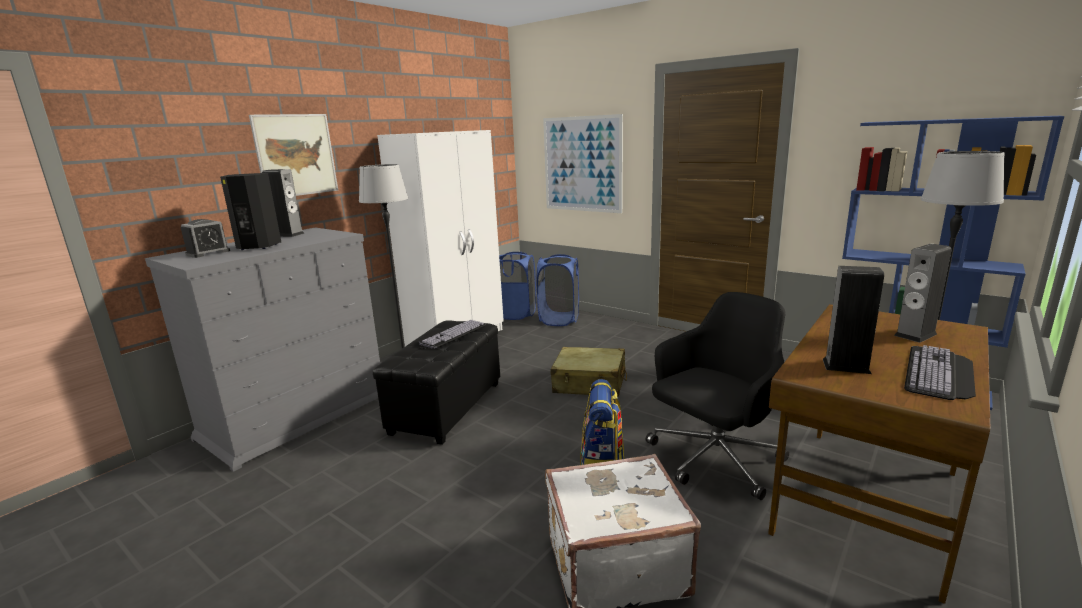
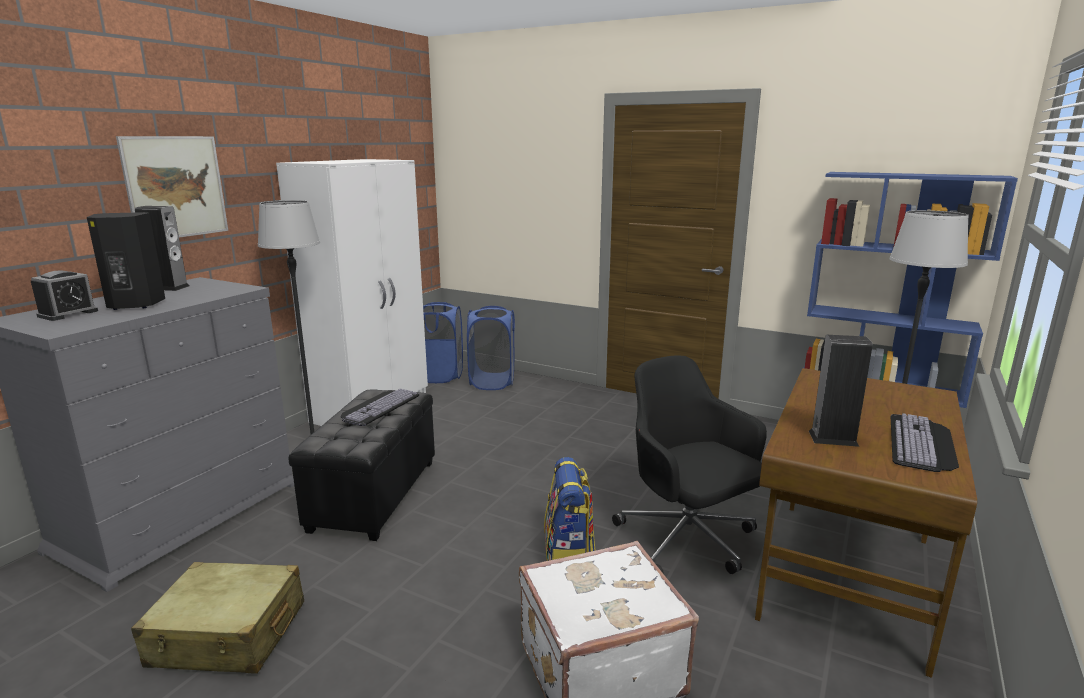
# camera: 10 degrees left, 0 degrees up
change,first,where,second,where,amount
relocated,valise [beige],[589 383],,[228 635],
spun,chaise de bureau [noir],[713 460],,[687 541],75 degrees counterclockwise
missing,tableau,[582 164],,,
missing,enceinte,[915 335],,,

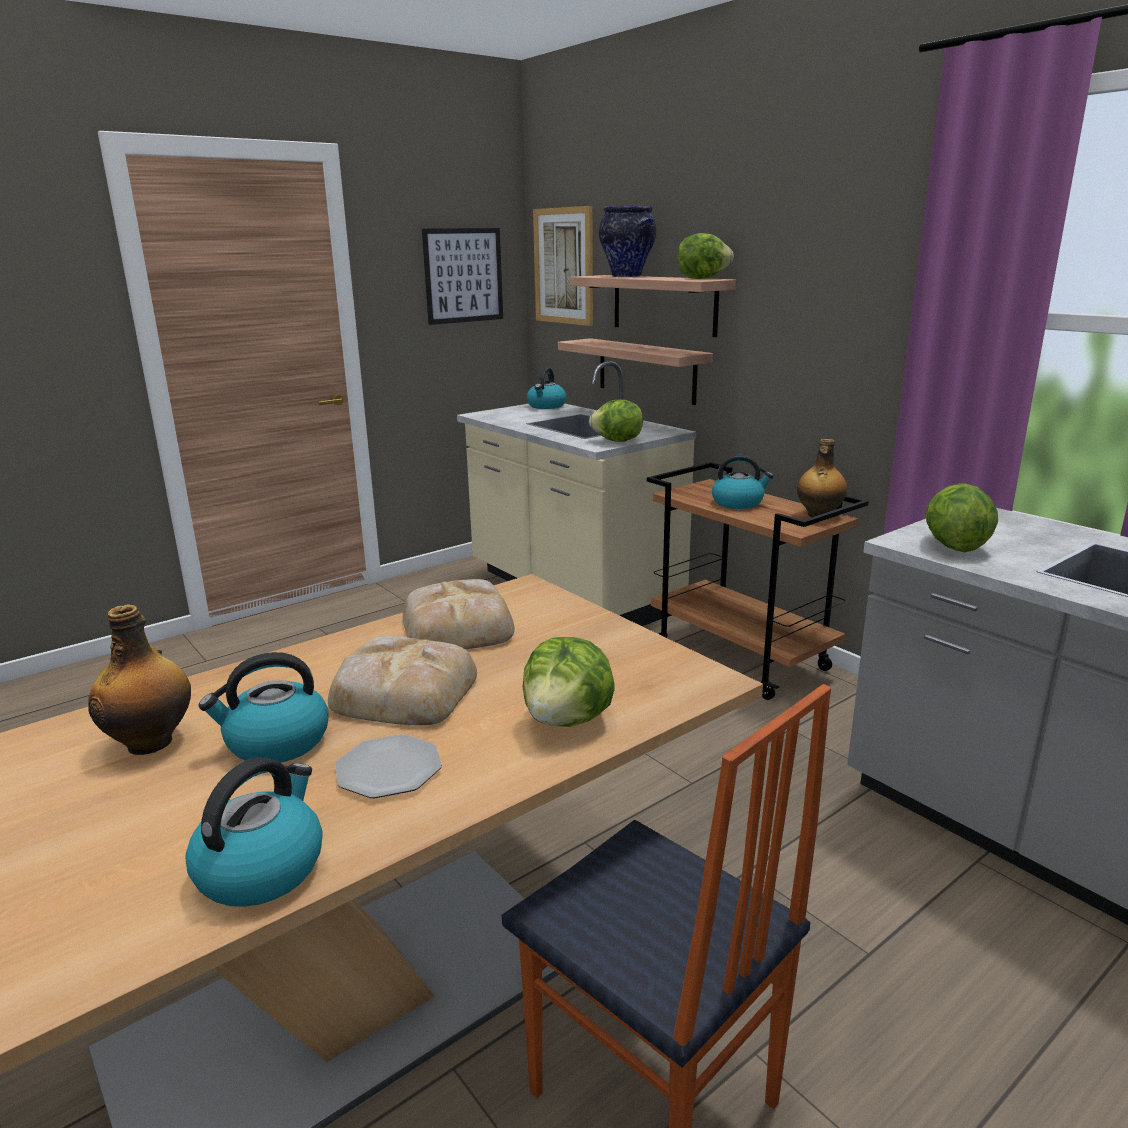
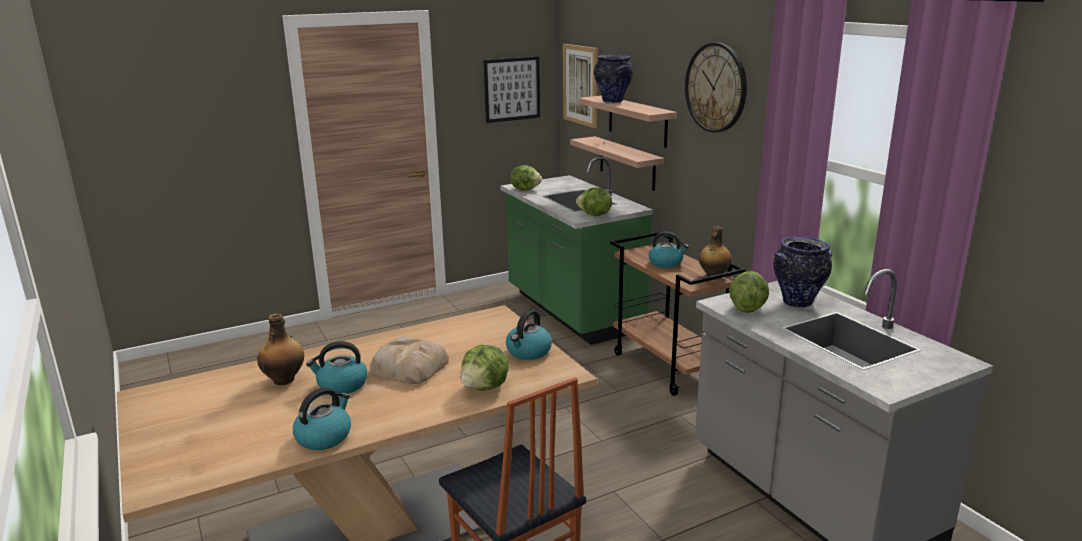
# camera: 10 degrees right, 0 degrees up
change,first,where,second,where,amount
colour,comptoir de cuisine [beige],[572 592],comptoir de cuisine [vert],[572 311],
relocated,bouilloire,[546 406],,[528 352],
relocated,laitue,[702 279],,[525 189],
appeared,,,horloge murale,[716 87],
appeared,,,vase,[798 302],
missing,assiette,[390 769],,,
missing,pain,[459 626],,,

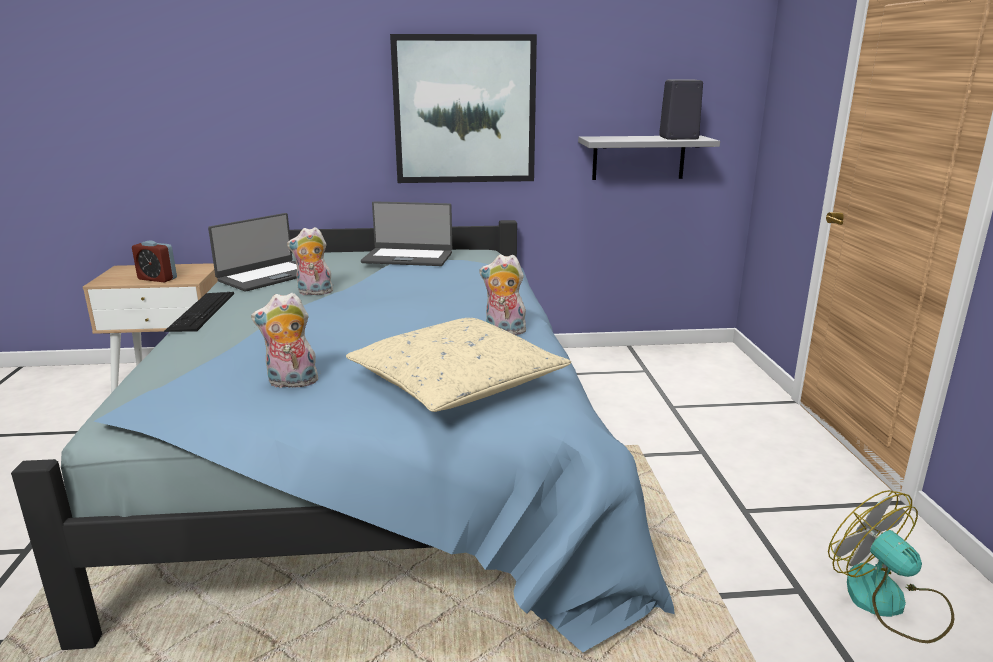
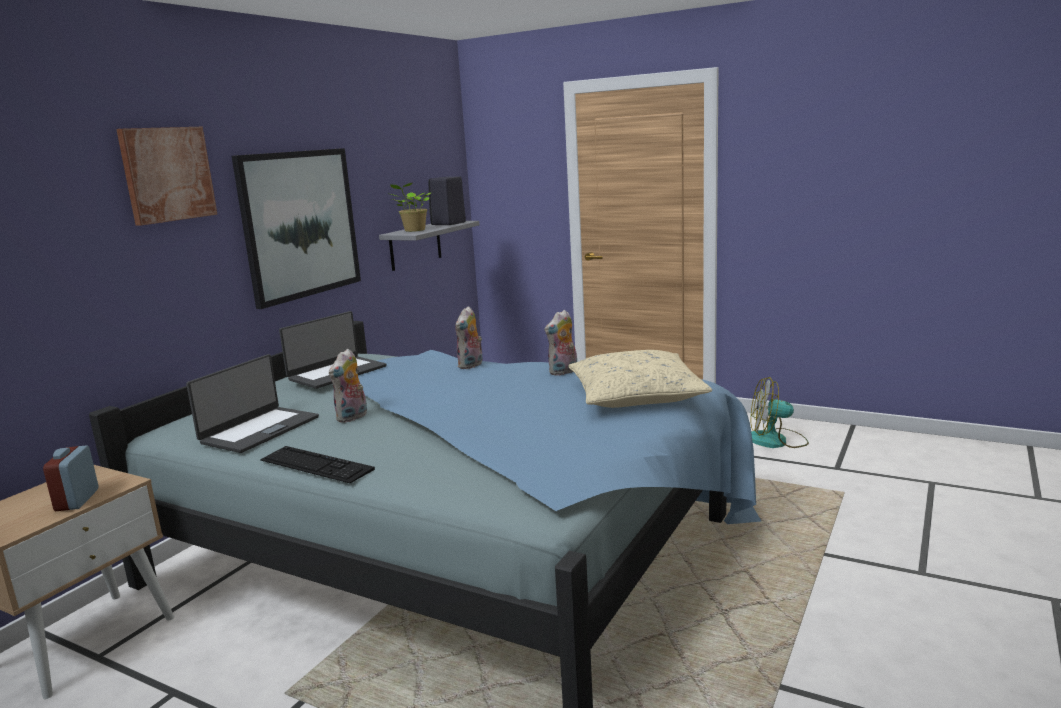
# camera: 55 degrees left, 5 degrees down
change,first,where,second,where,amount
spun,réveil,[157 279],,[77 500],120 degrees clockwise
appeared,,,tableau,[167 174],
spun,ordinateur portable,[268 276],,[259 430],45 degrees clockwise
appeared,,,plante en pot,[413 230],
relocated,peluche,[291 383],,[471 365],

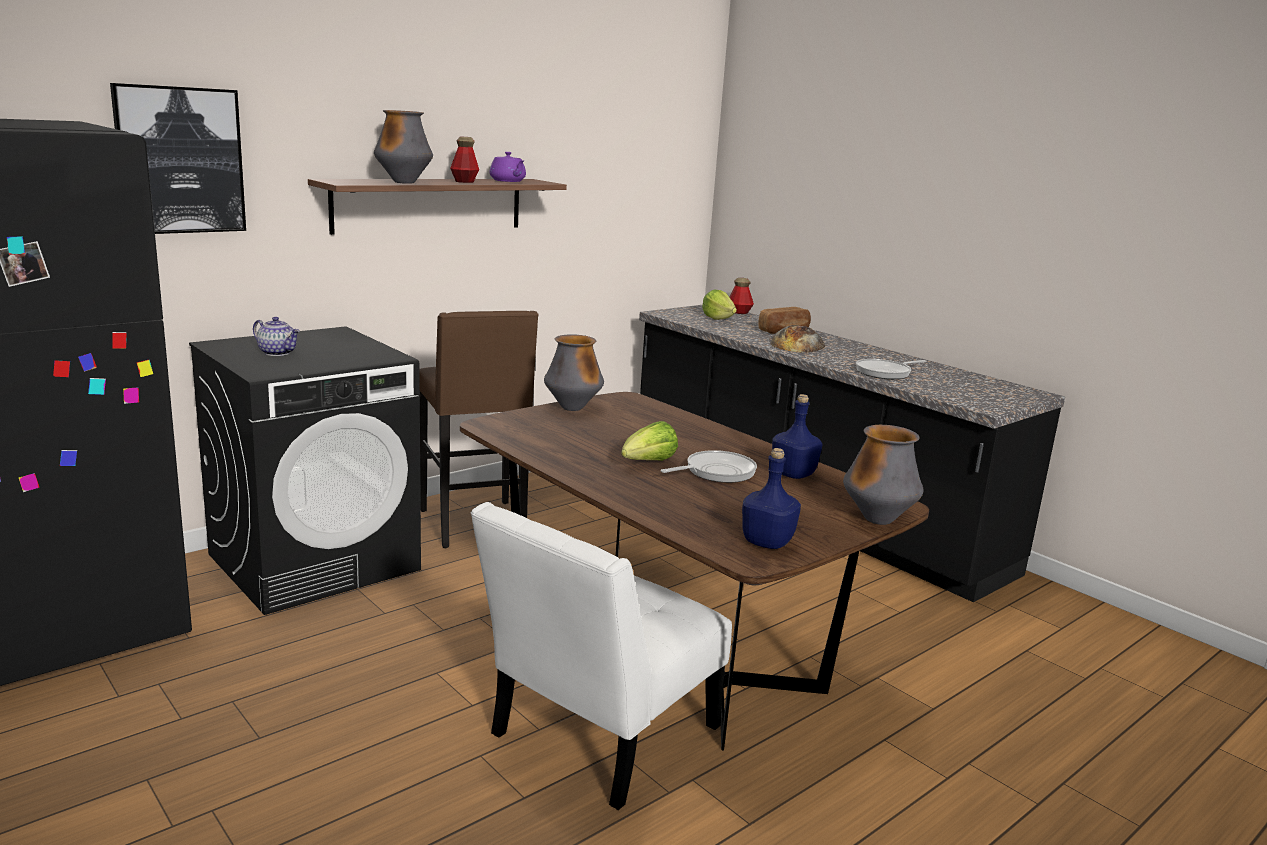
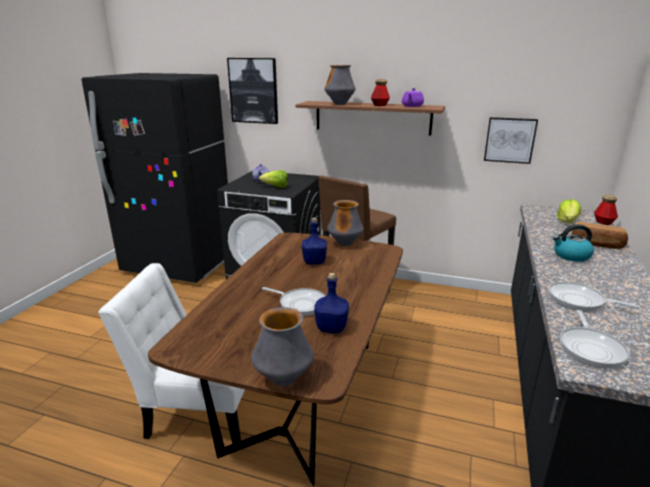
# camera: 60 degrees right, 5 degrees up
change,first,where,second,where,amount
relocated,laitue,[648 463],,[276 187],
relocated,bouteille [bleu],[768 542],,[314 262],
appeared,,,tableau,[509 140],
exchanged,pain,[797 344],bouilloire,[571 256],
appeared,,,poêle,[590 348],

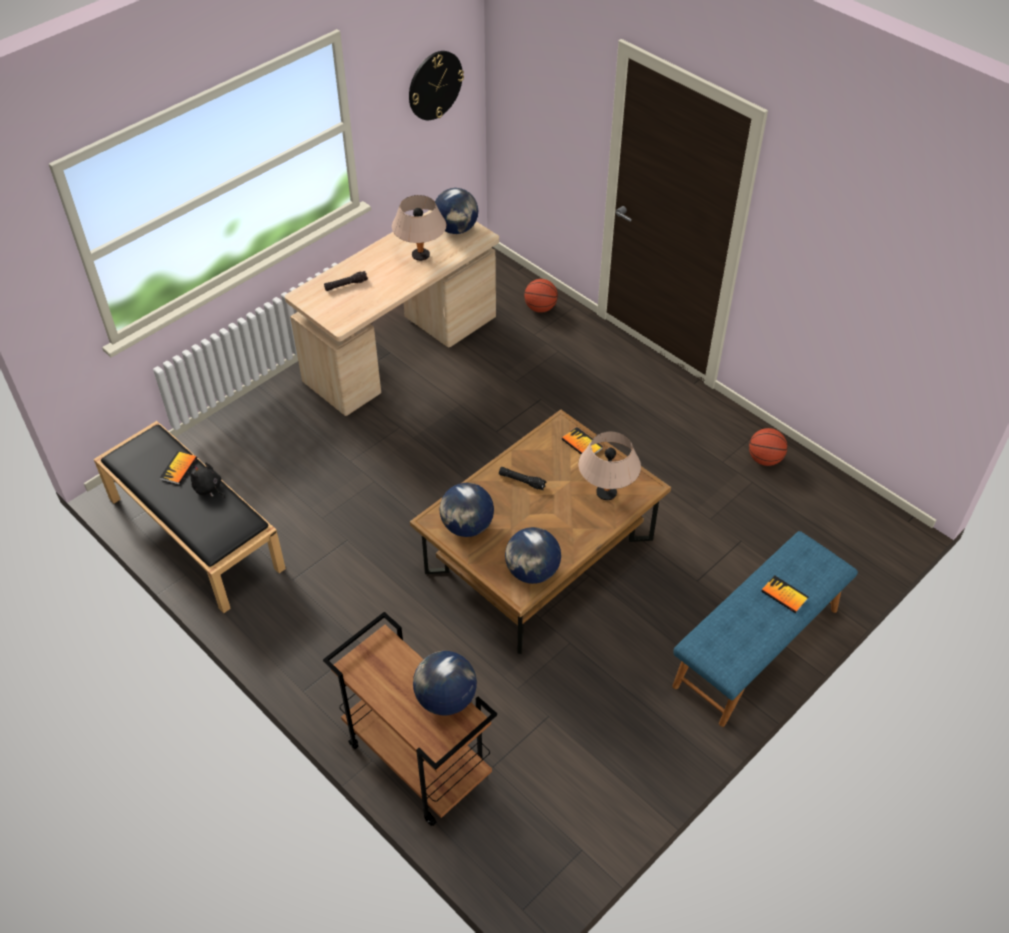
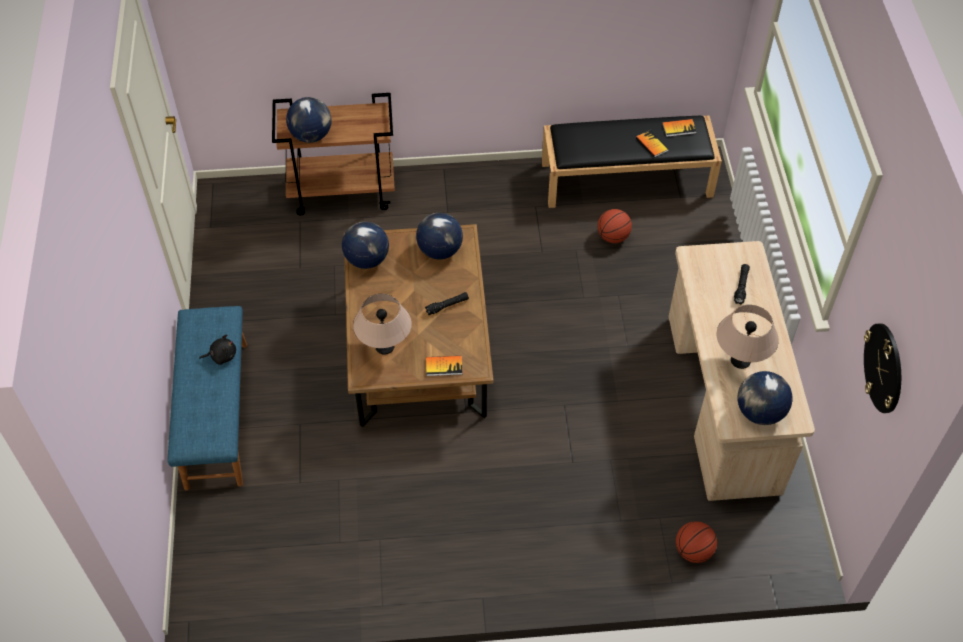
# camera: 130 degrees right, 5 degrees up
change,first,where,second,where,amount
relocated,peluche [noir],[209 489],,[222 356],
relocated,ballon de basket,[764 459],,[613 237],
relocated,livre,[784 595],,[679 128],

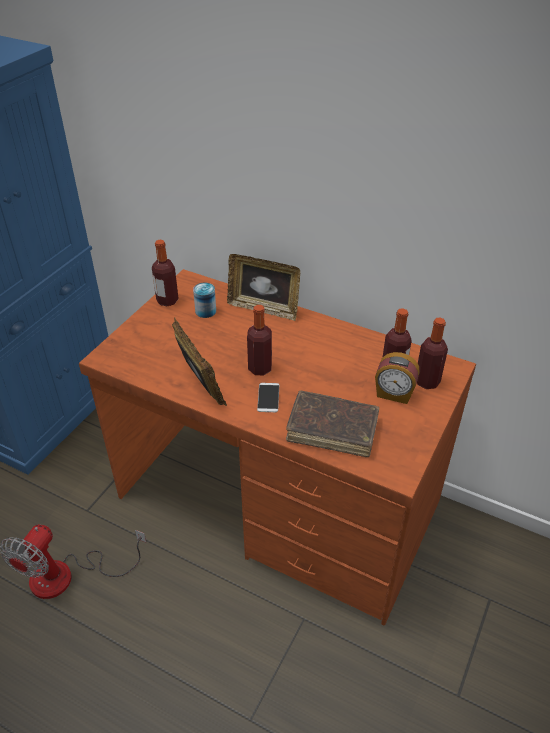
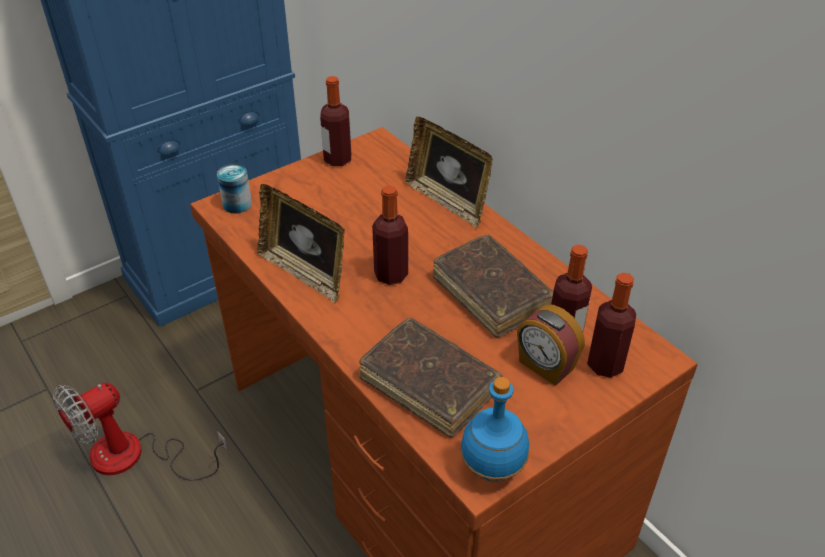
# camera: 25 degrees right, 0 degrees up
change,first,where,second,where,amount
relocated,boîte métallique,[205 311],,[237 204],
spun,cadre photo,[200 385],,[304 273],135 degrees clockwise
appeared,,,livre [marron],[491 293],
appeared,,,bouteille [bleu],[491 469],
missing,téléphone,[268 398],,,

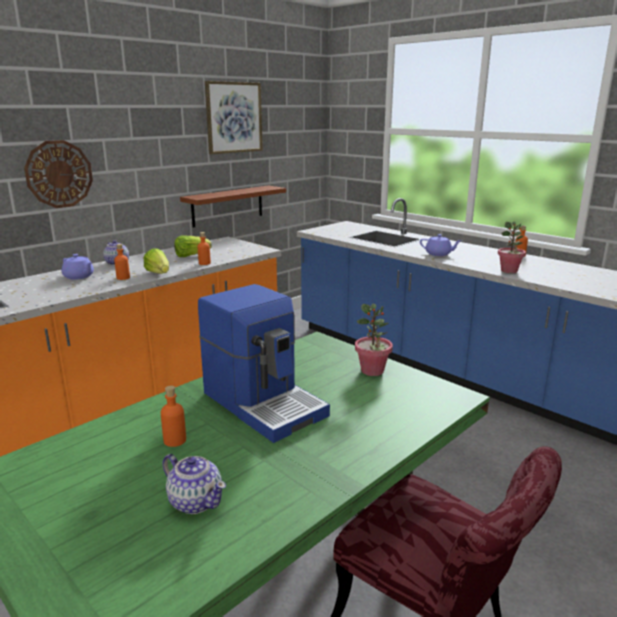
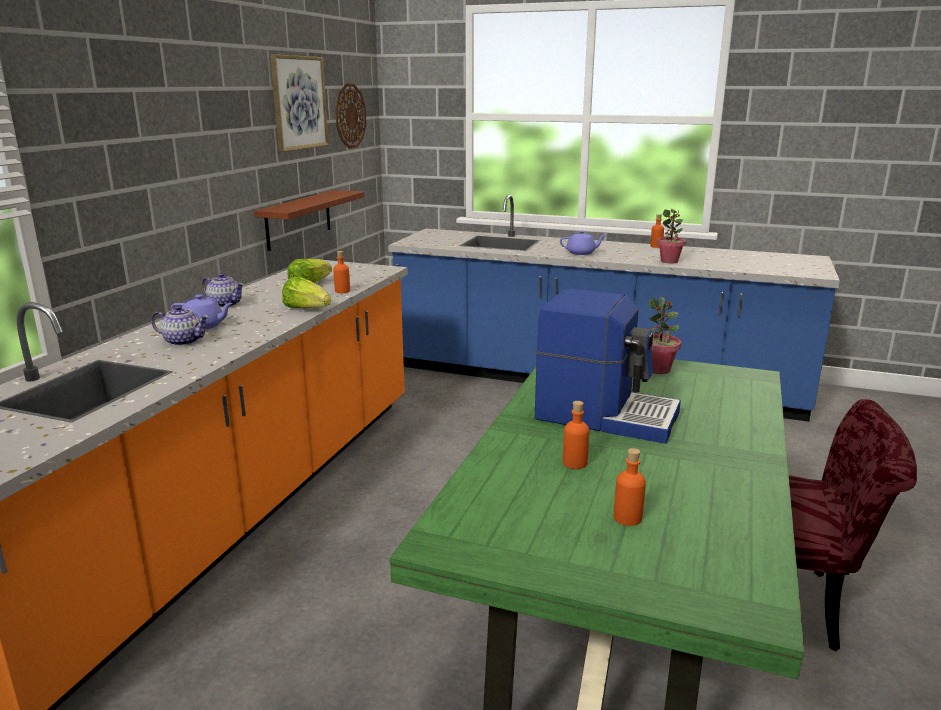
# camera: 25 degrees left, 0 degrees up
change,first,where,second,where,amount
relocated,théière,[195 501],,[183 341],
relocated,horloge murale,[59 174],,[350 116],
relocated,bouteille [orange],[123 278],,[627 518],

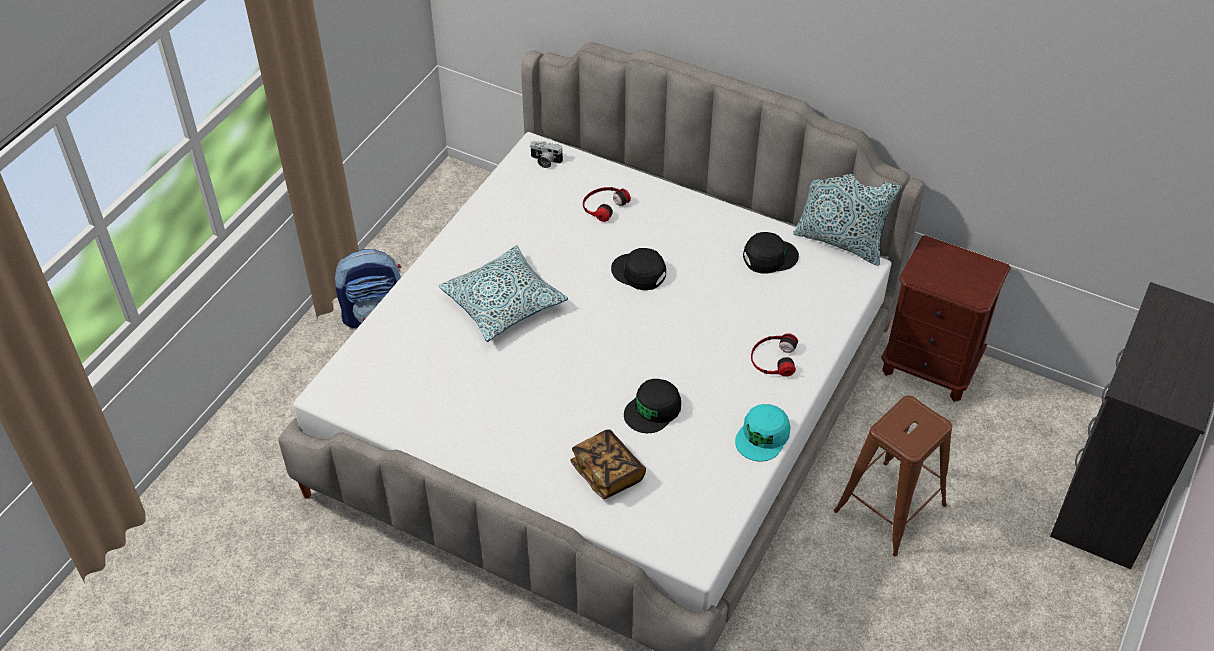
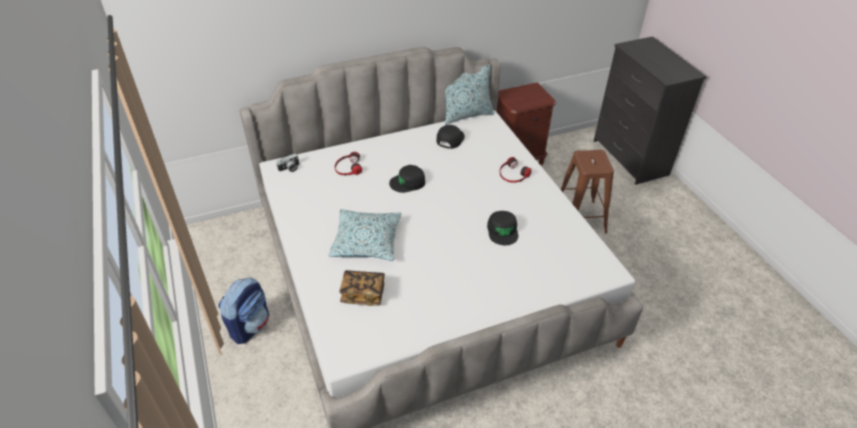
# camera: 50 degrees left, 5 degrees down
change,first,where,second,where,amount
relocated,livre,[607 473],,[363 294],
missing,casquette [turquoise],[763 436],,,

